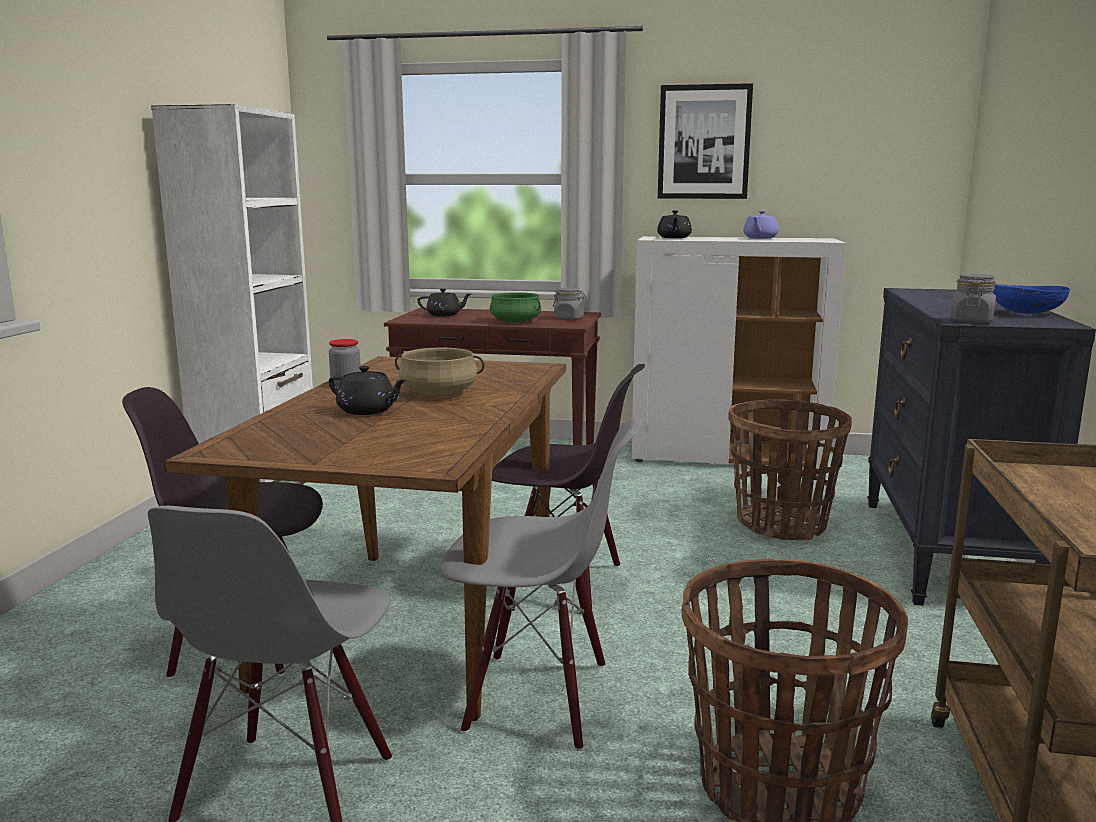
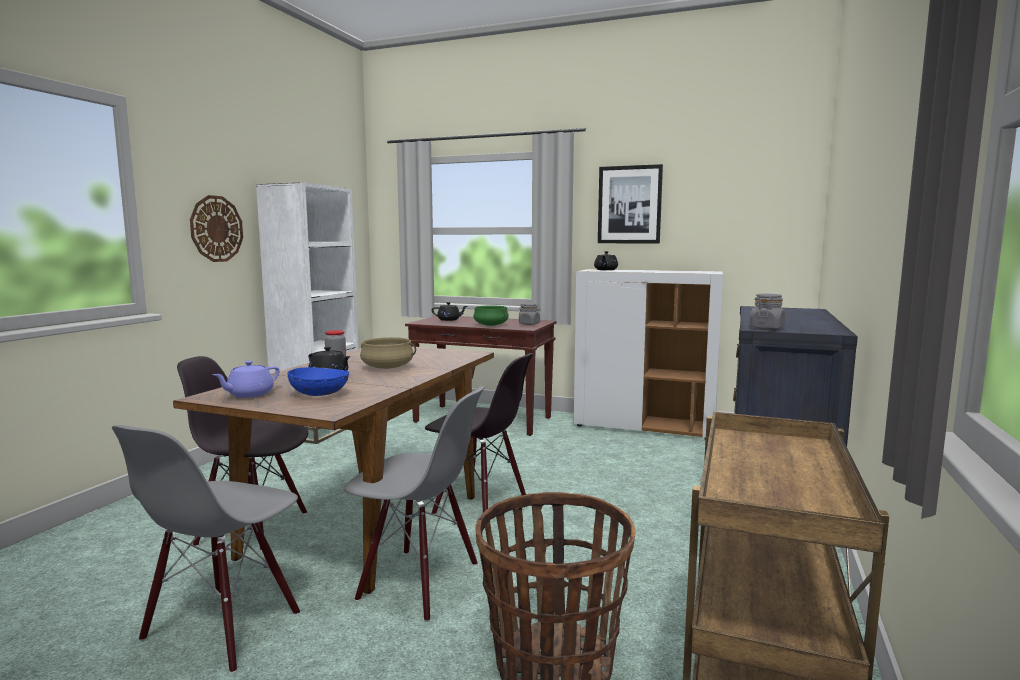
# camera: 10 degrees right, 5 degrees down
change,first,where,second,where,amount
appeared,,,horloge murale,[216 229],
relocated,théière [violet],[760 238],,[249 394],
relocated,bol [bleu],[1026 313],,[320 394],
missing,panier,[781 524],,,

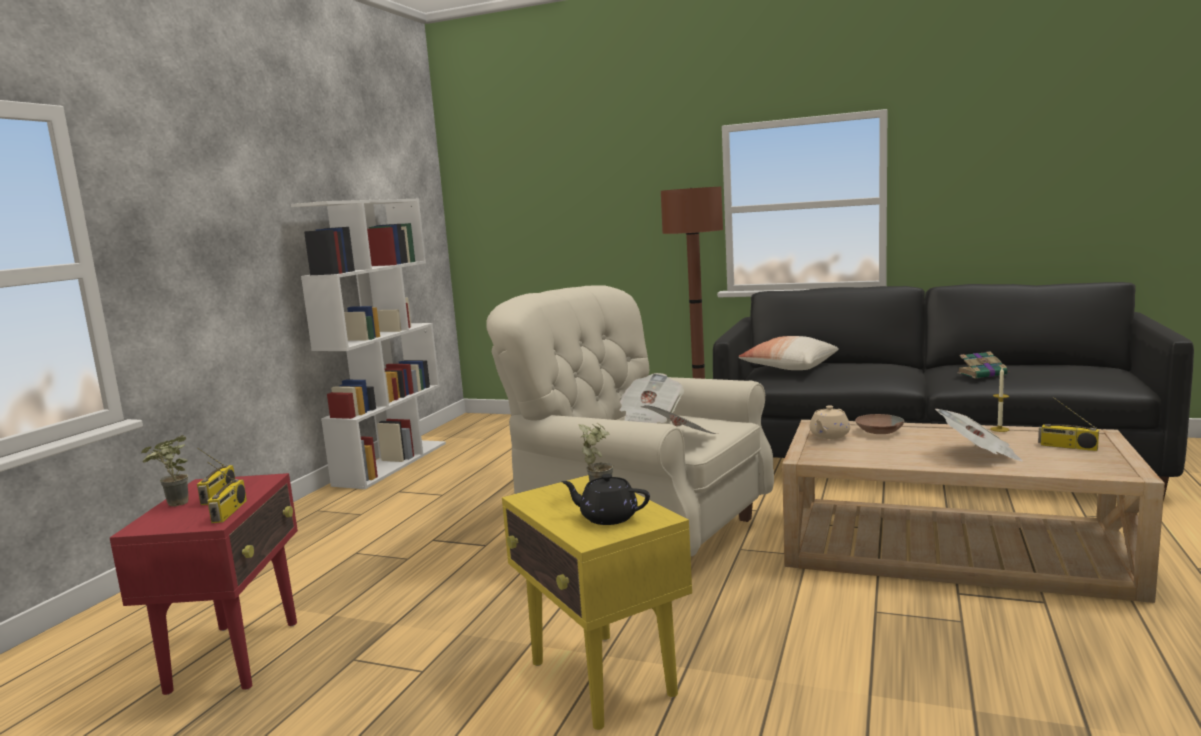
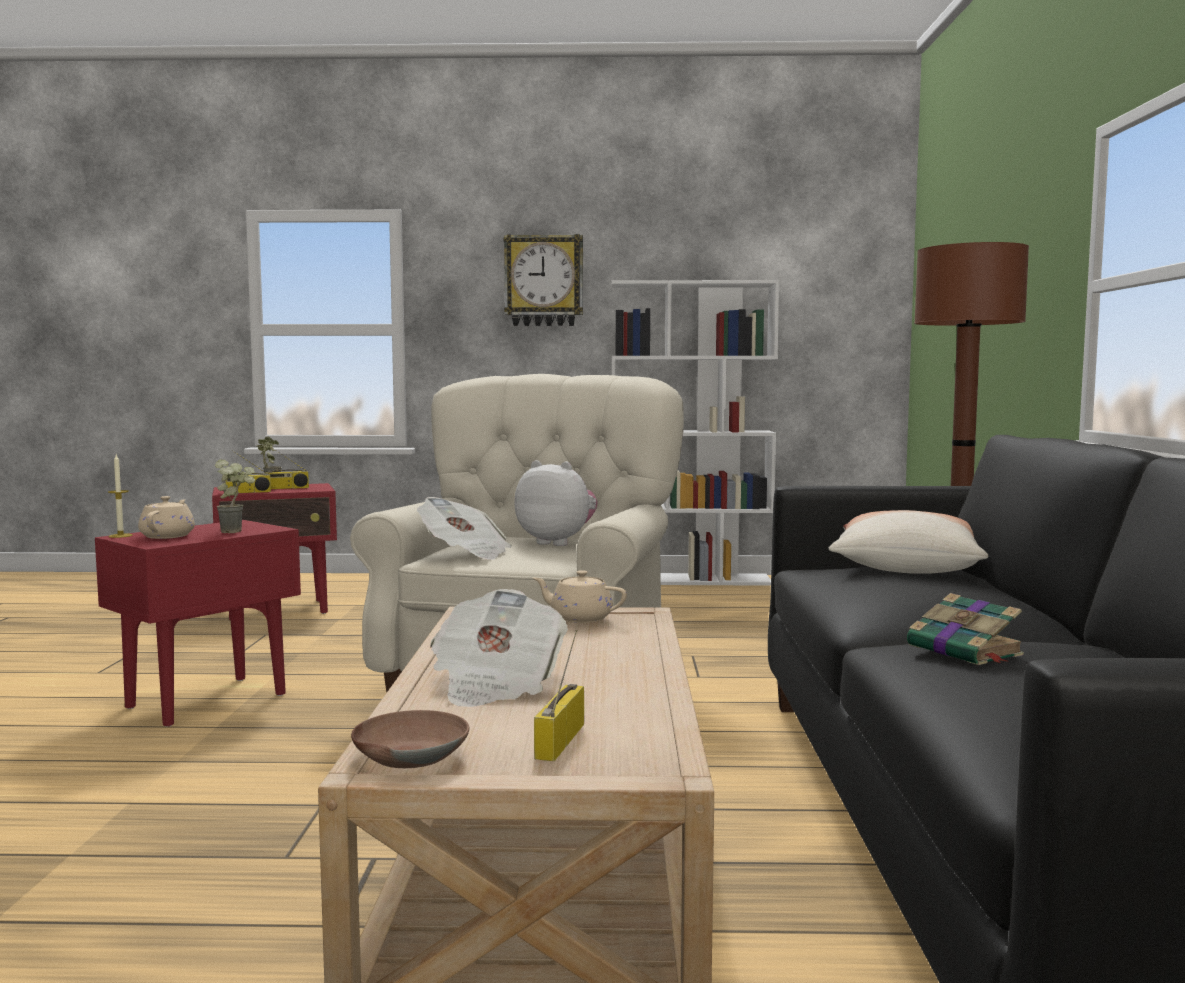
# camera: 70 degrees right, 5 degrees down
change,first,where,second,where,amount
colour,table d'appoint [jaune],[602 680],table d'appoint [rouge],[205 701],
relocated,bougie,[999 429],,[120 536],
colour,théière [noir],[607 517],théière [beige],[168 536],
relocated,bol [marron],[878 430],,[410 755],
appeared,,,horloge murale,[544 281],
exchanged,journal,[649 418],peluche,[557 542],

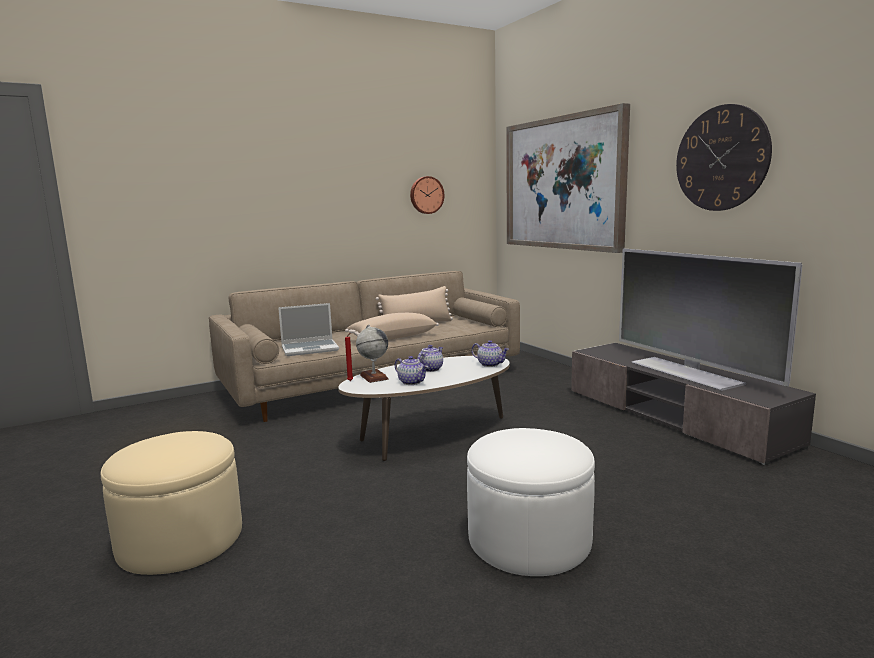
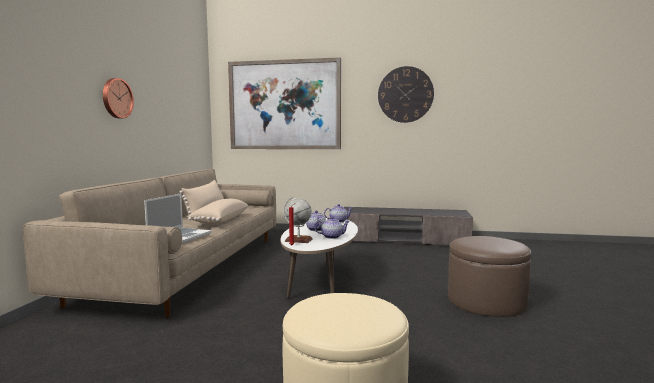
# camera: 50 degrees left, 5 degrees down
change,first,where,second,where,amount
relocated,horloge murale,[426 195],,[116 98],
colour,pouf [blanc],[529 539],pouf [marron],[486 301],
missing,téléviseur,[686 372],,,

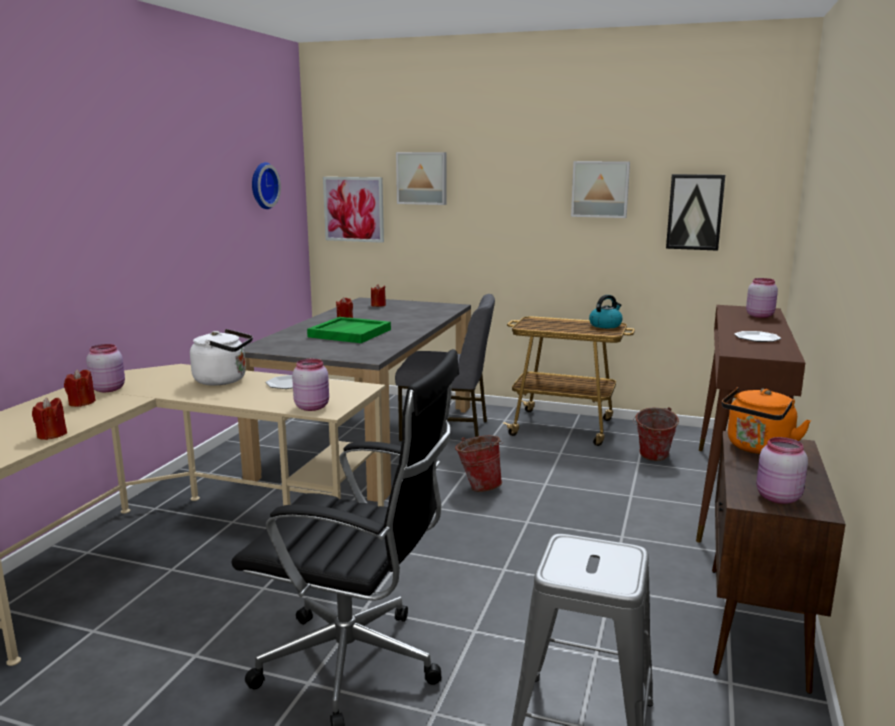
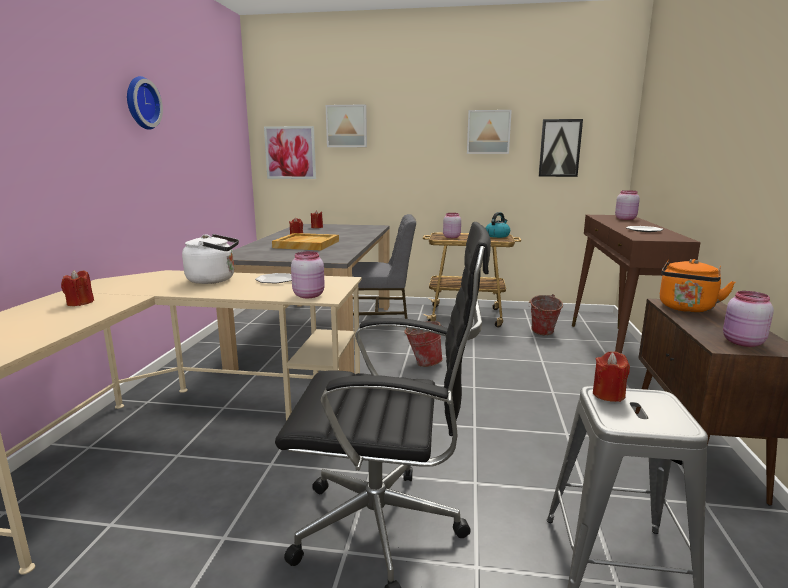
# camera: 10 degrees left, 0 degrees up
change,first,where,second,where,amount
relocated,horloge murale,[262 185],,[140 103],
colour,plateau [vert],[349 333],plateau [beige],[306 244],
relocated,bocal [rose],[109 389],,[451 237],
relocated,bougie [rouge],[52 435],,[608 394],

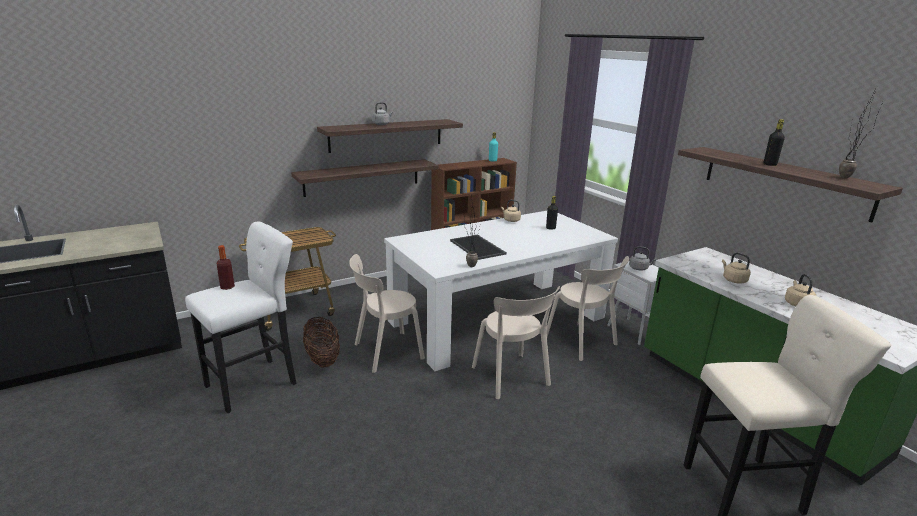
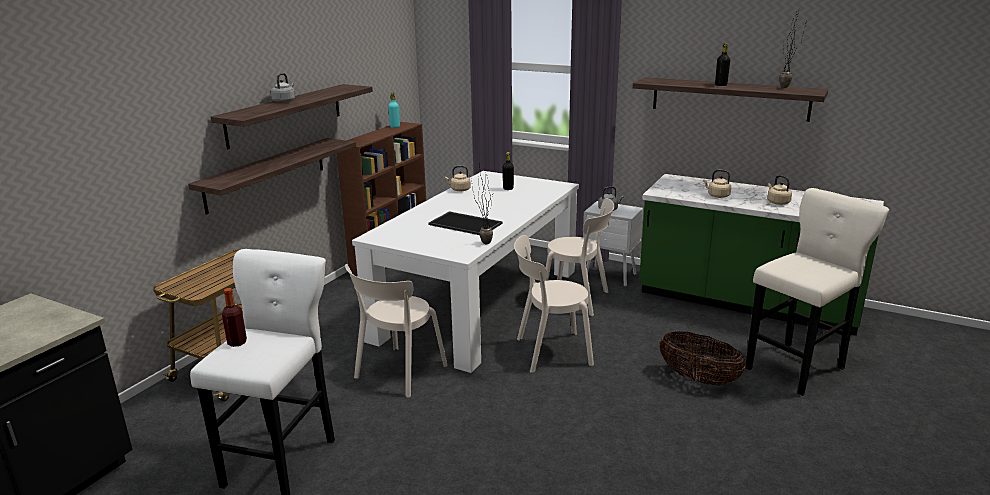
# camera: 30 degrees left, 0 degrees up
change,first,where,second,where,amount
spun,chaise [beige],[512 378],,[549 352],135 degrees clockwise
relocated,panier,[322 359],,[698 379],

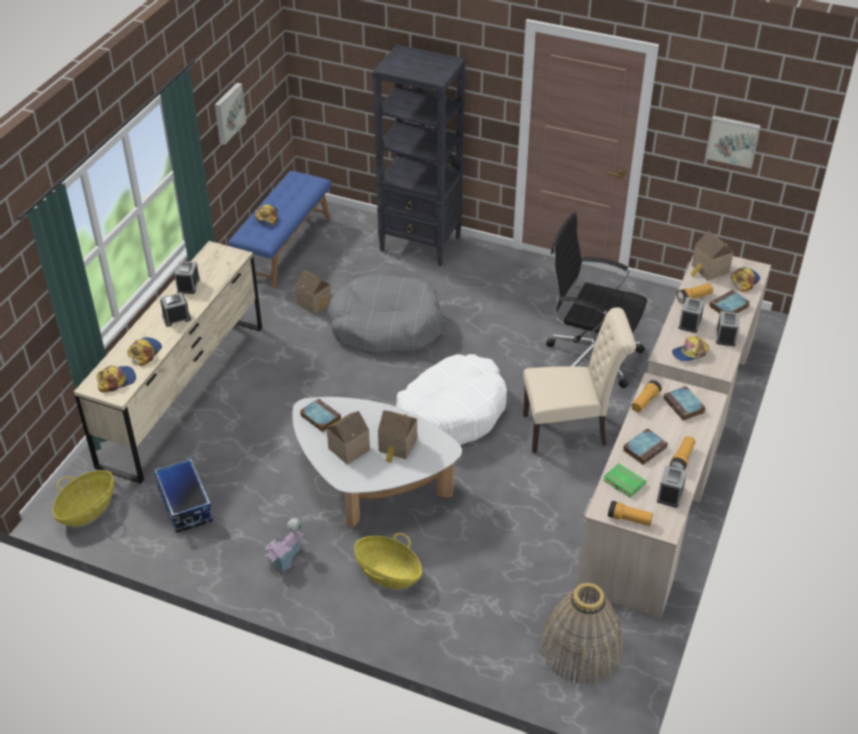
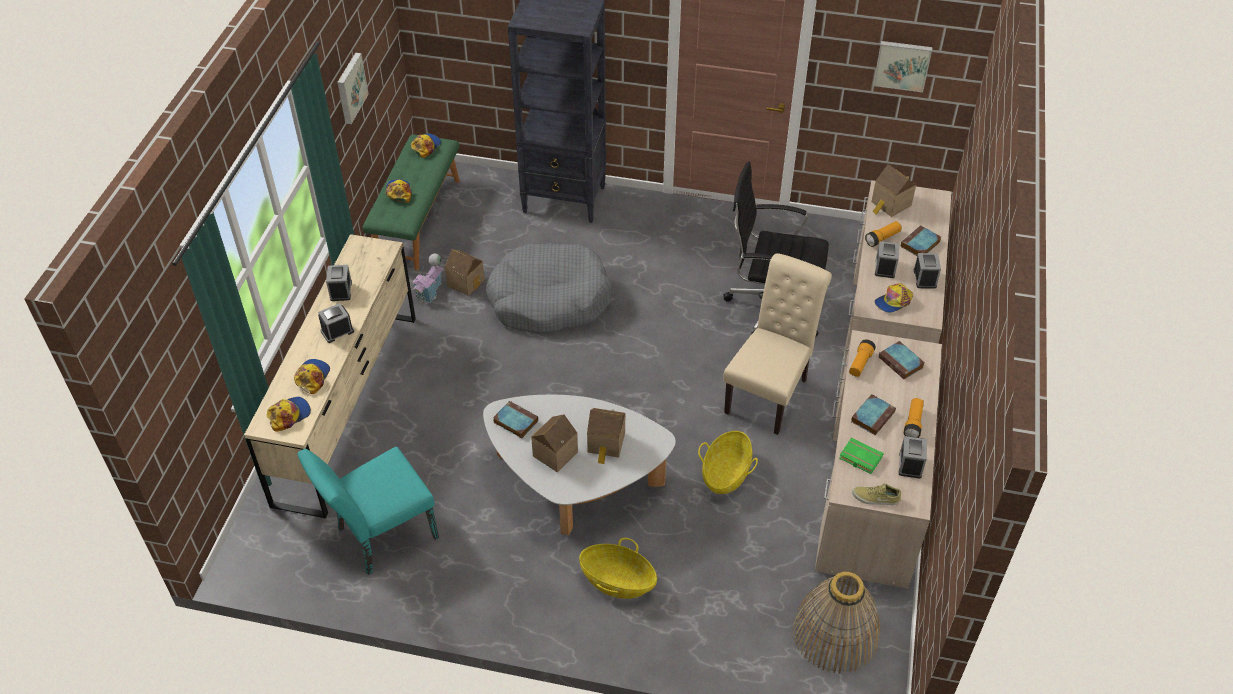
# camera: 10 degrees left, 5 degrees up
change,first,where,second,where,amount
exchanged,boîte de rangement,[184 505],chaise [turquoise],[380 536],
colour,banc [bleu],[284 247],banc [vert],[417 220],
relocated,casquette,[744 280],,[426 146],
relocated,maison miniature,[286 558],,[430 291],
relocated,panier,[87 509],,[726 473],
spun,chaise [beige],[570 430],,[770 392],45 degrees counterclockwise
exchanged,lampe de poche,[629 519],chaussure [beige],[875 498],
missing,panier pour chien [blanc],[451 412],,,

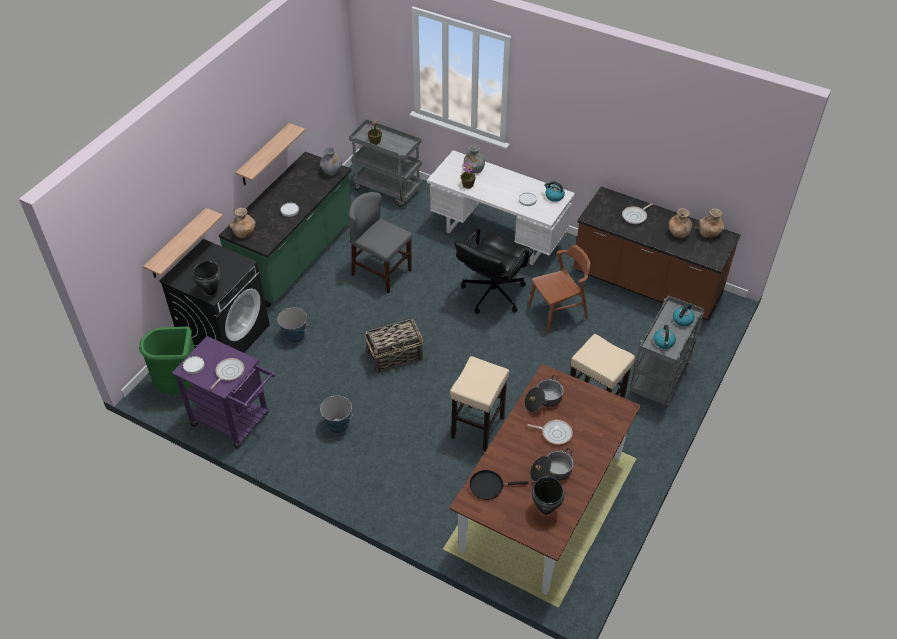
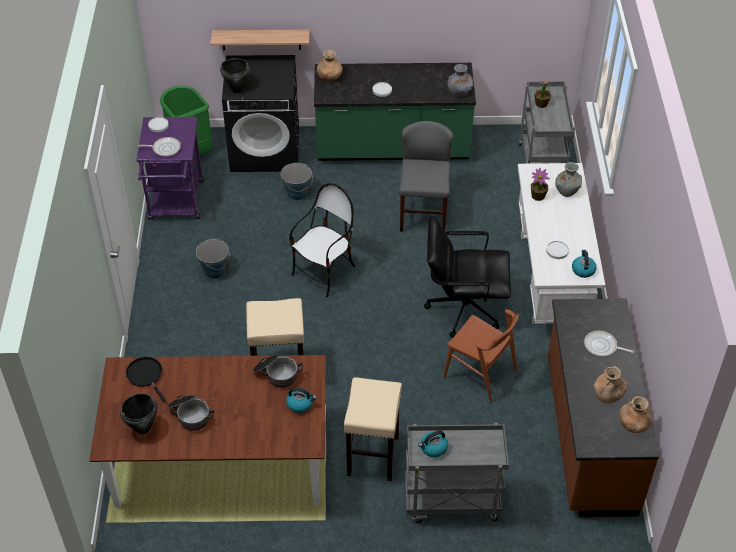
# camera: 60 degrees right, 0 degrees up
change,first,where,second,where,amount
relocated,bouilloire,[682 319],,[300 404],
exchanged,panier,[395 356],chaise,[324 272],
missing,étagère,[264 155],,,
missing,poêle,[555 433],,,

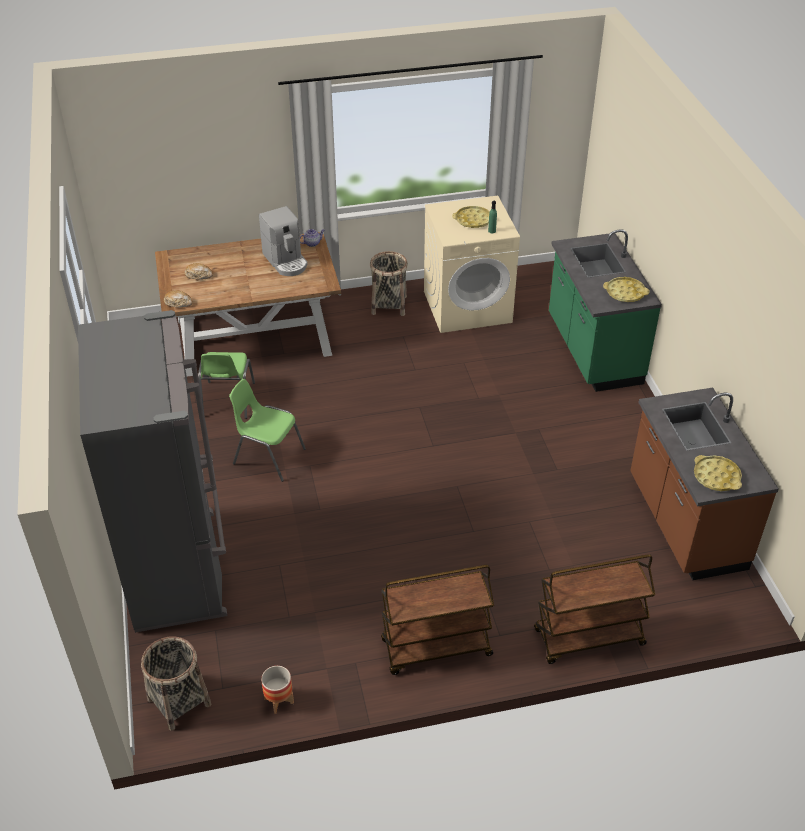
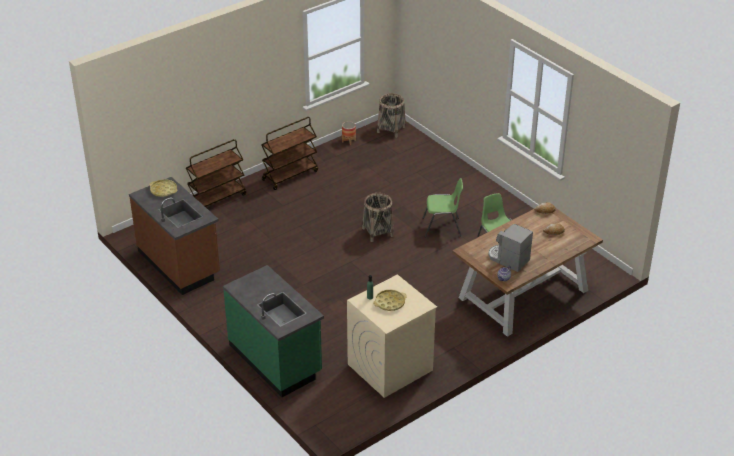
# camera: 155 degrees right, 5 degrees down
change,first,where,second,where,amount
relocated,panier,[389 305],,[377 232],
missing,réfrigérateur [gris],[179 568],,,
missing,plateau [jaune],[625 293],,,

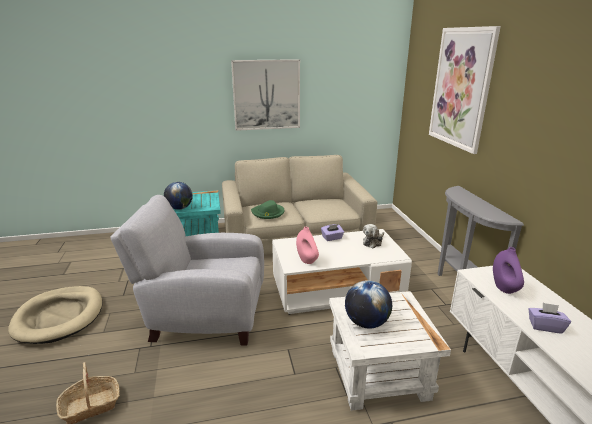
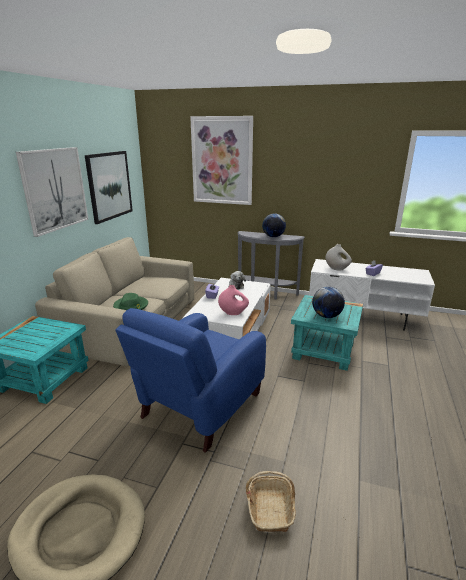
# camera: 60 degrees left, 0 degrees up
change,first,where,second,where,amount
appeared,,,tableau,[109 186],
colour,fauteuil [gris],[203 316],fauteuil [bleu],[199 407],
relocated,globe,[179 208],,[273 236],
colour,table d'appoint [blanc],[380 374],table d'appoint [turquoise],[324 350],
colour,vase [violet],[504 288],vase [blanc],[337 269],

